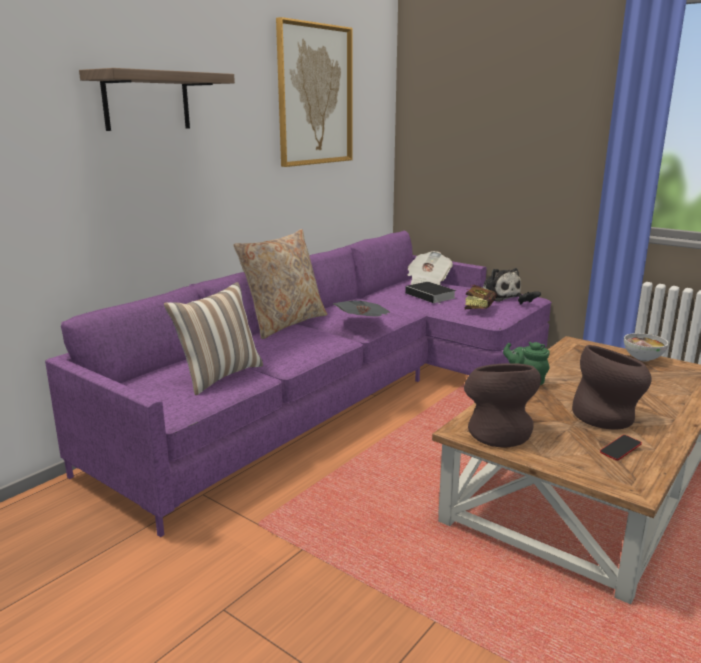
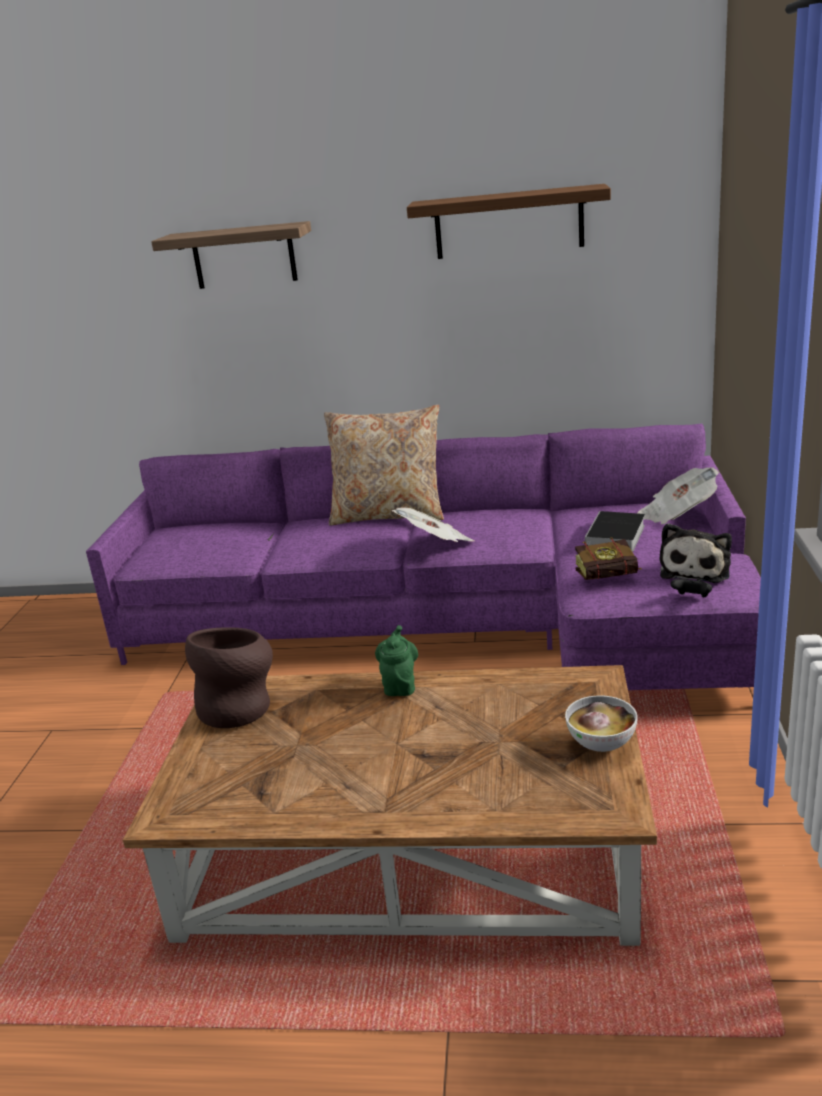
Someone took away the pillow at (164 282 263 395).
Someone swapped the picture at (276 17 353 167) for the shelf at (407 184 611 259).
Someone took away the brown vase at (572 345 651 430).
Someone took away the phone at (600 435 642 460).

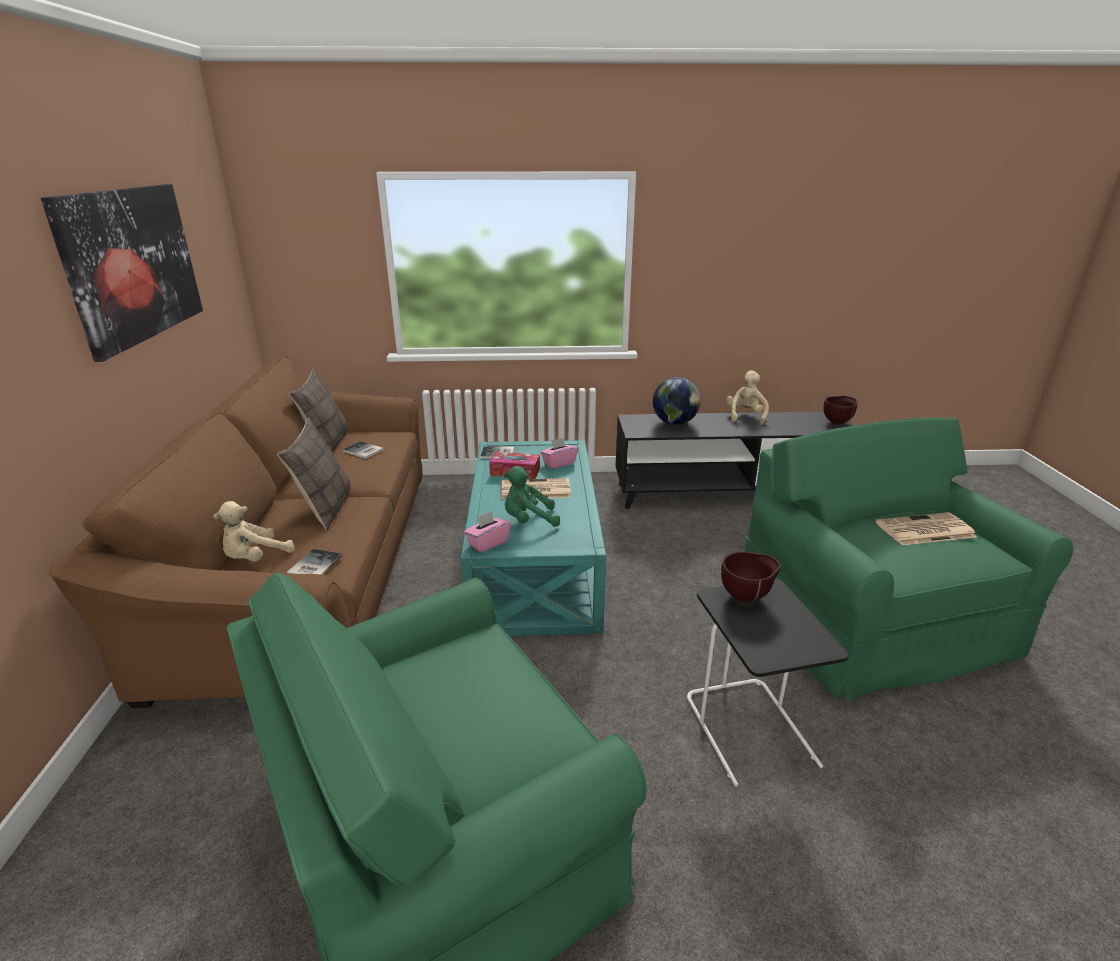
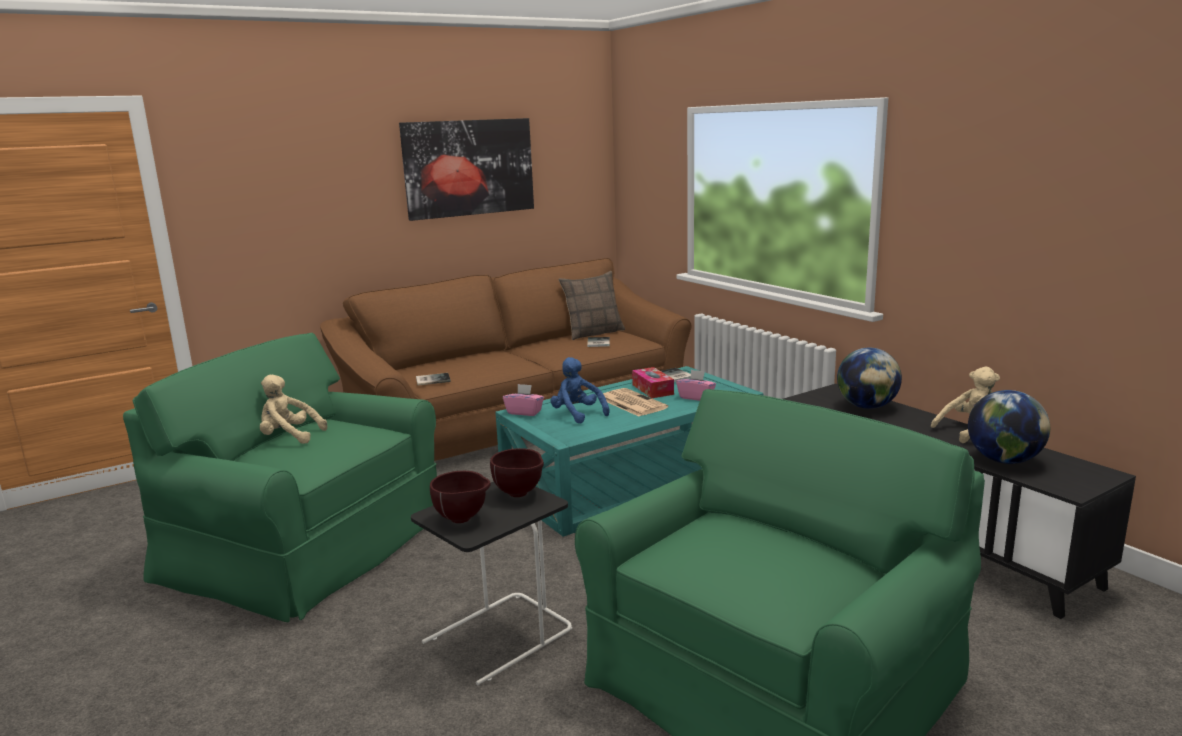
Someone carried the beige plush toy from (213 501 295 561) to (260 375 327 444).
Someone took away the pillow at (277 418 351 531).
Someone repainted the green plush toy at (503 466 560 527), which became the blue plush toy at (550 357 610 424).
Someone carried the brown bowl from (824 396 858 425) to (430 471 491 523).
Someone took away the newspaper at (876 512 977 545).
Someone put down the globe at (968 390 1050 464).

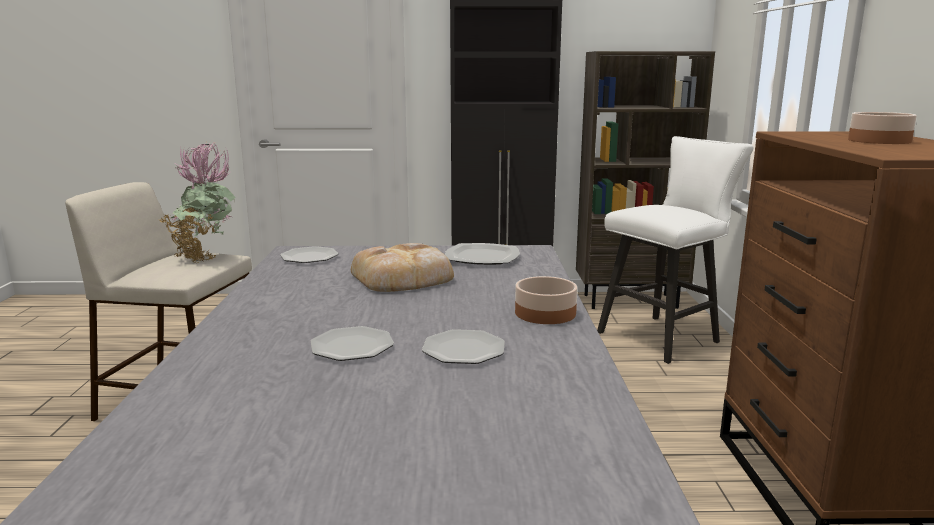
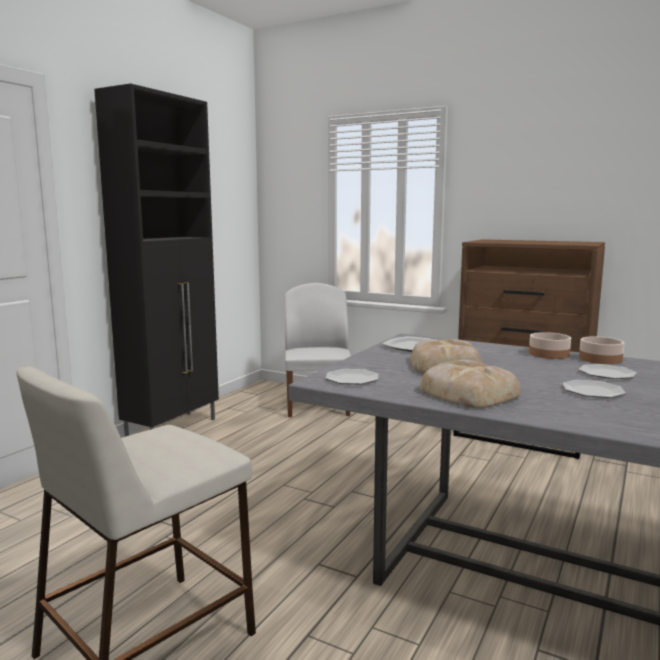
Someone took away the potted plant at (159 142 235 263).
Someone took away the brown bookcase at (576 51 715 309).
Someone swapped the white stool at (597 136 754 364) for the white chair at (285 283 351 417).
Someone carried the bowl from (848 112 917 144) to (579 336 624 364).
Someone put down the bread at (419 360 521 408).

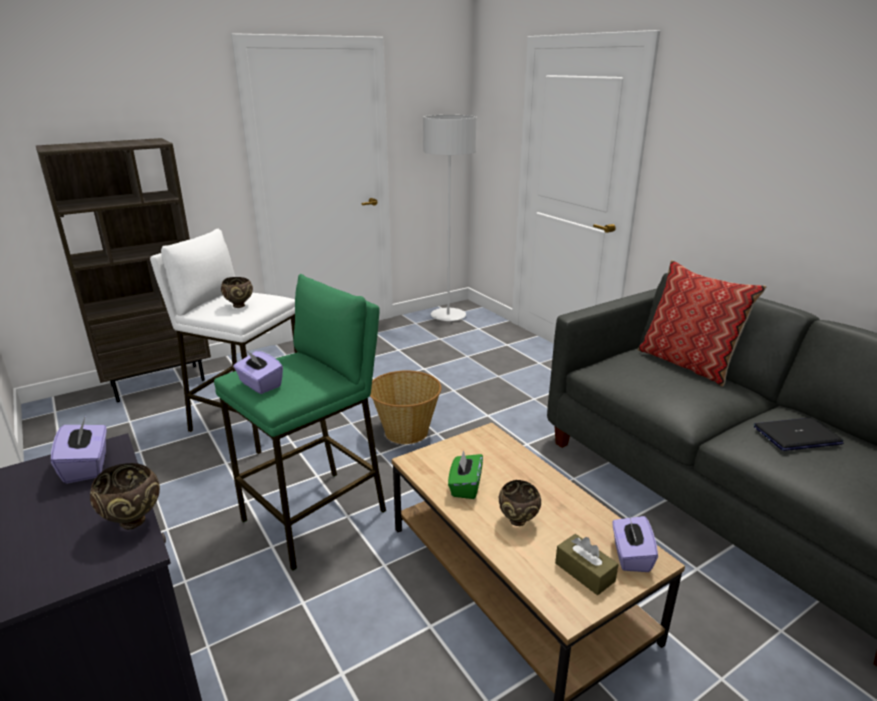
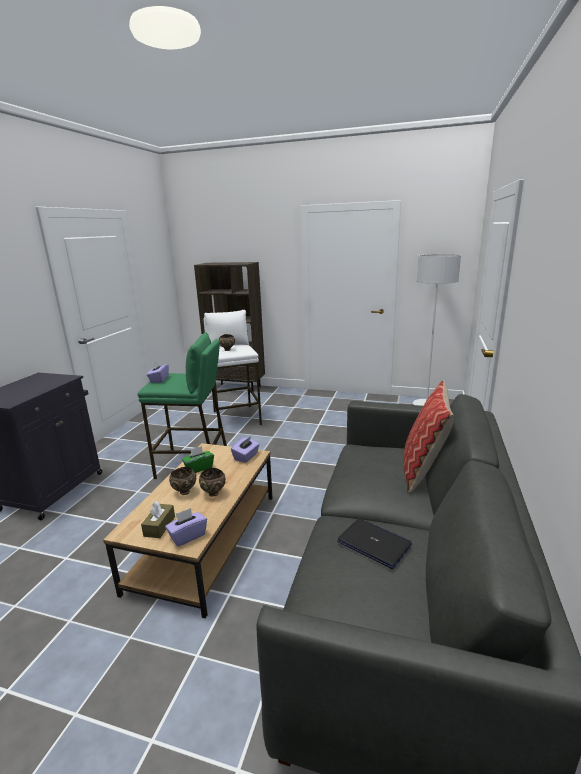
Someone carried the purple tissue box from (51 416 107 484) to (231 437 260 463).
Someone carried the brown bowl from (90 463 160 530) to (199 468 226 497).
Someone took away the basket at (370 371 441 444).

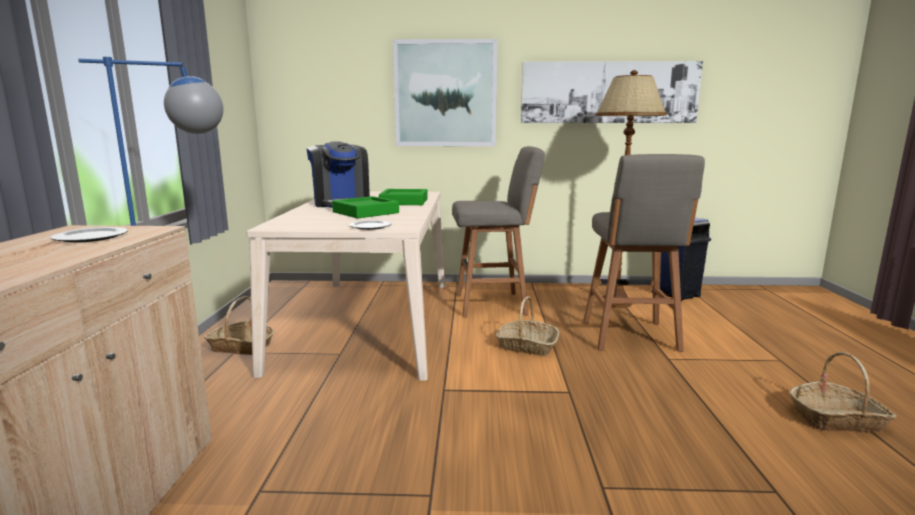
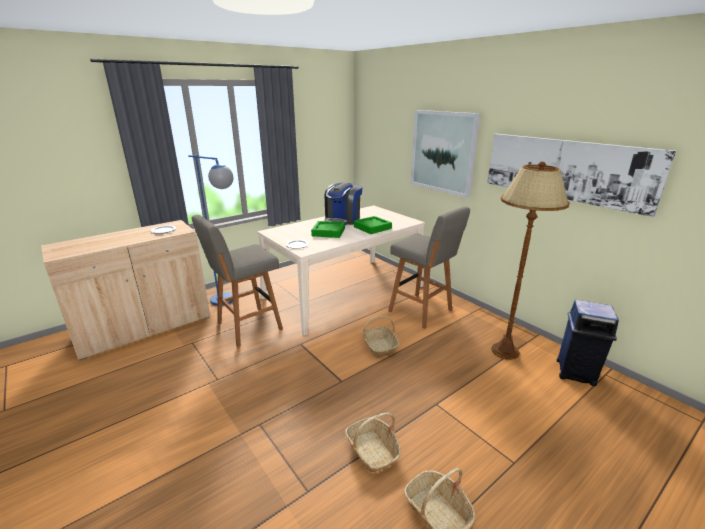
Someone carried the basket from (204 296 274 355) to (345 413 401 473).
Someone carried the grey stool from (583 154 705 352) to (192 215 283 347).

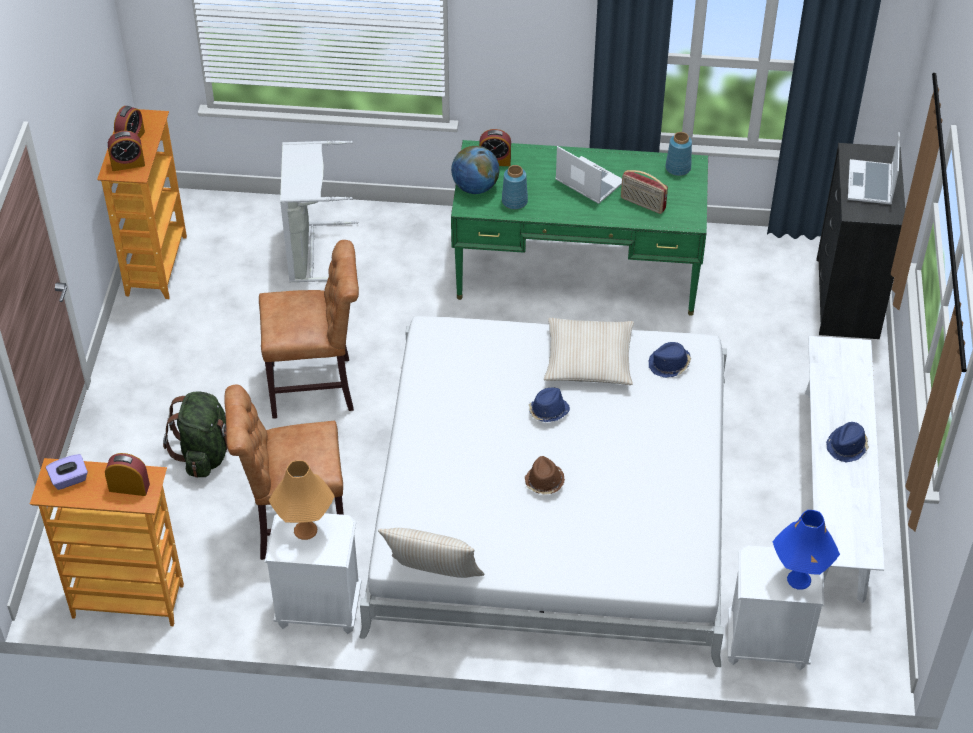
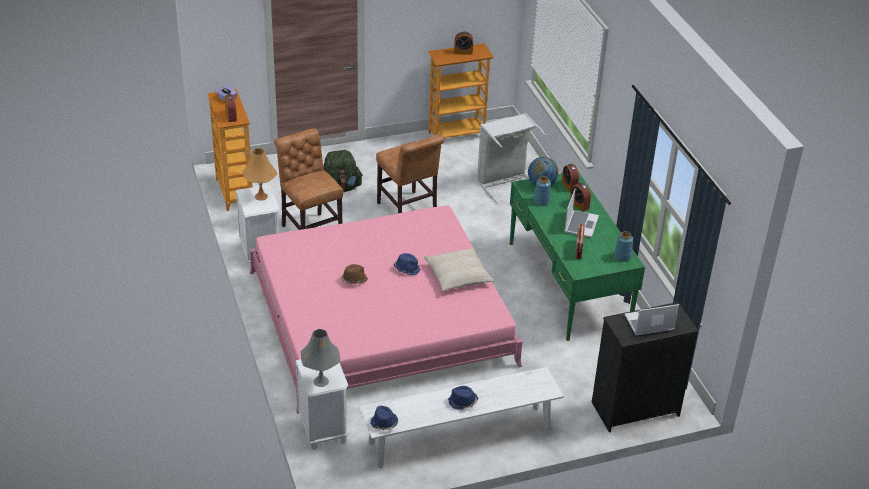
Someone carried the alarm clock from (108 131 145 171) to (570 183 591 212).
Someone repainted the white bed at (360 316 727 667), which became the pink bed at (250 206 522 414).
Someone took away the beige pillow at (378 528 485 578).
Someone carried the blue hat from (648 342 691 378) to (370 406 398 430).
Someone repainted the blue table lamp at (773 510 840 590), which became the grey table lamp at (301 329 340 387).

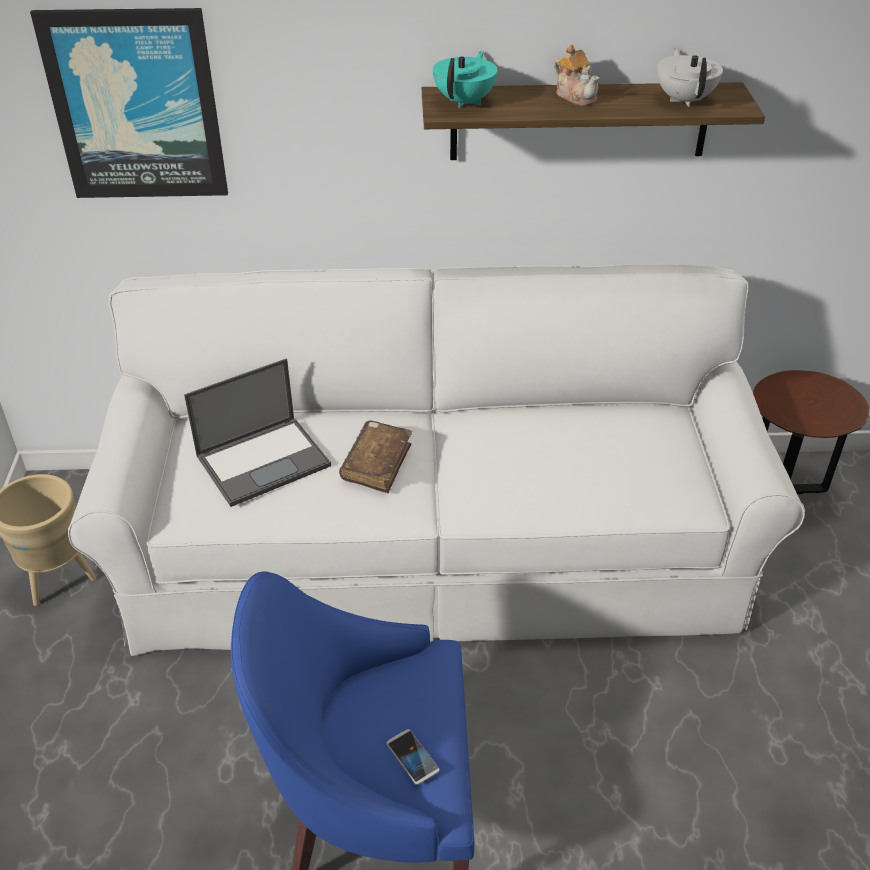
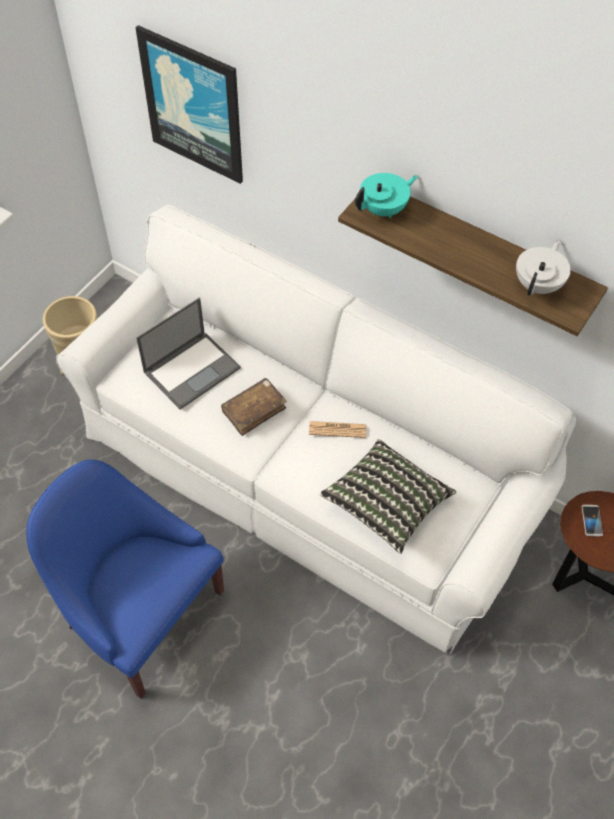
Someone rotated the laptop at (184 358 331 507) by 45 degrees counterclockwise.
Someone carried the phone from (386 729 440 785) to (582 505 603 536).
Someone took away the teapot at (554 45 600 106).
Someone put down the newspaper at (309 421 366 438).
Someone put down the pillow at (319 439 456 554).

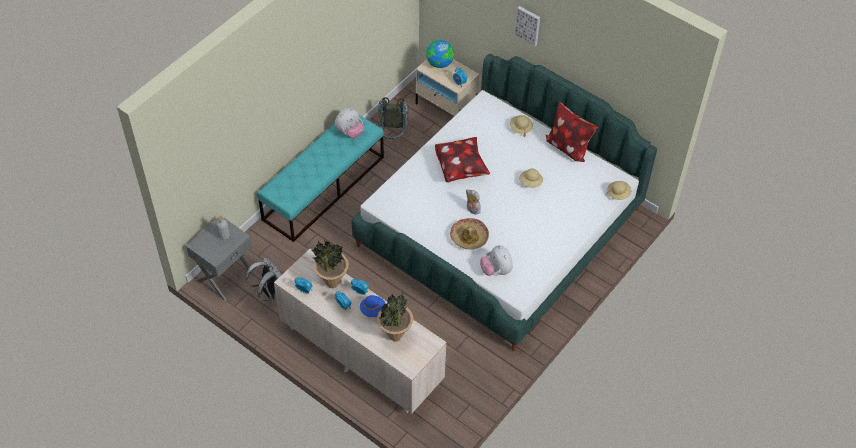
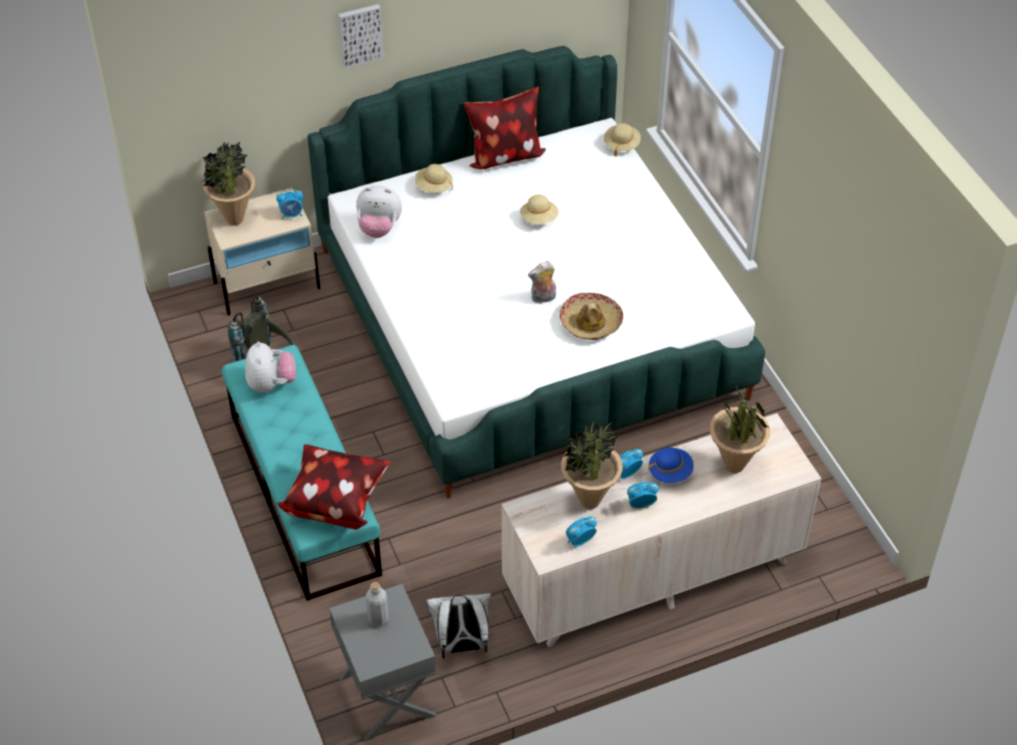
Someone swapped the globe at (426 40 454 68) for the potted plant at (203 141 255 226).
Someone carried the pillow from (435 137 490 182) to (276 444 390 530).
Someone carried the plush toy from (480 245 513 276) to (356 186 402 238).

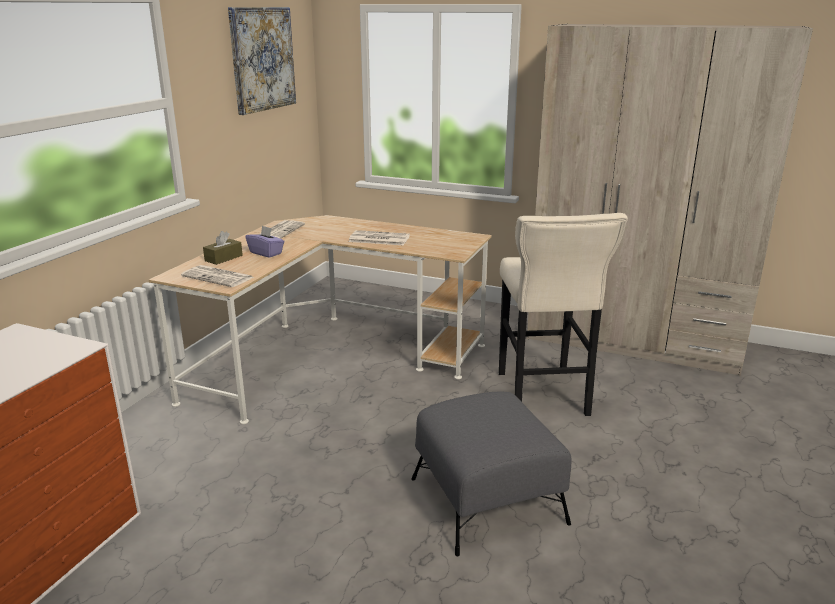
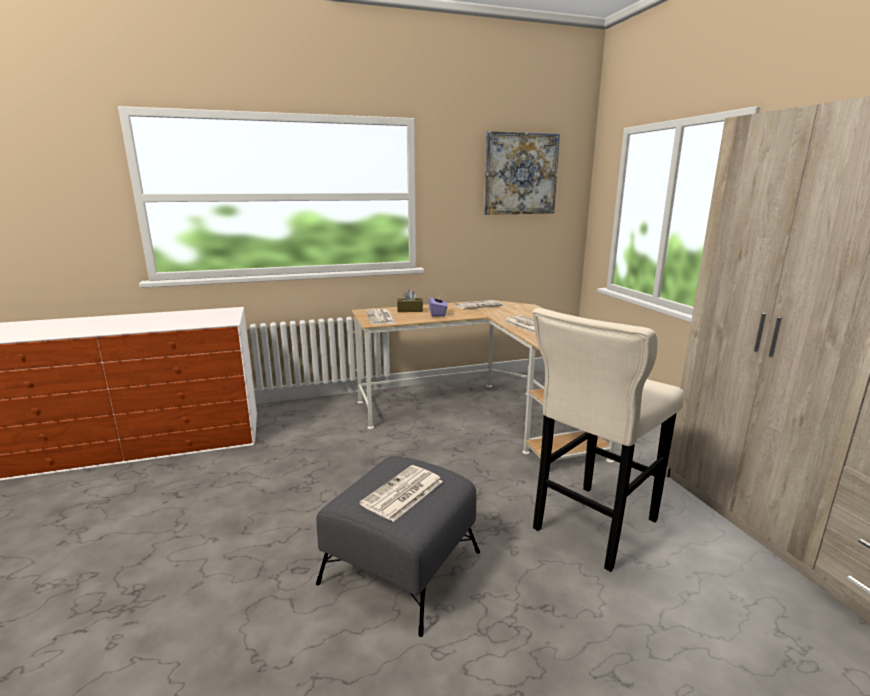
Someone put down the newspaper at (359 465 443 522).

